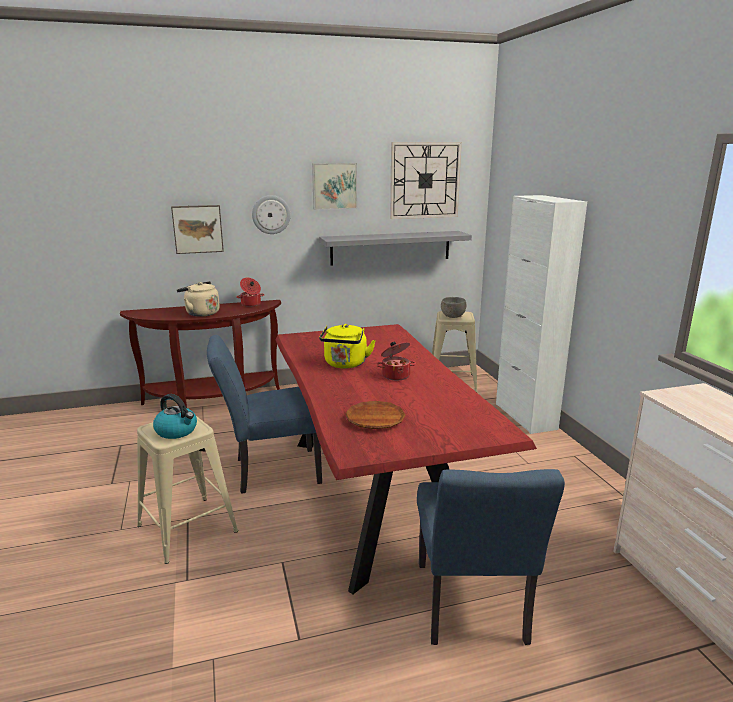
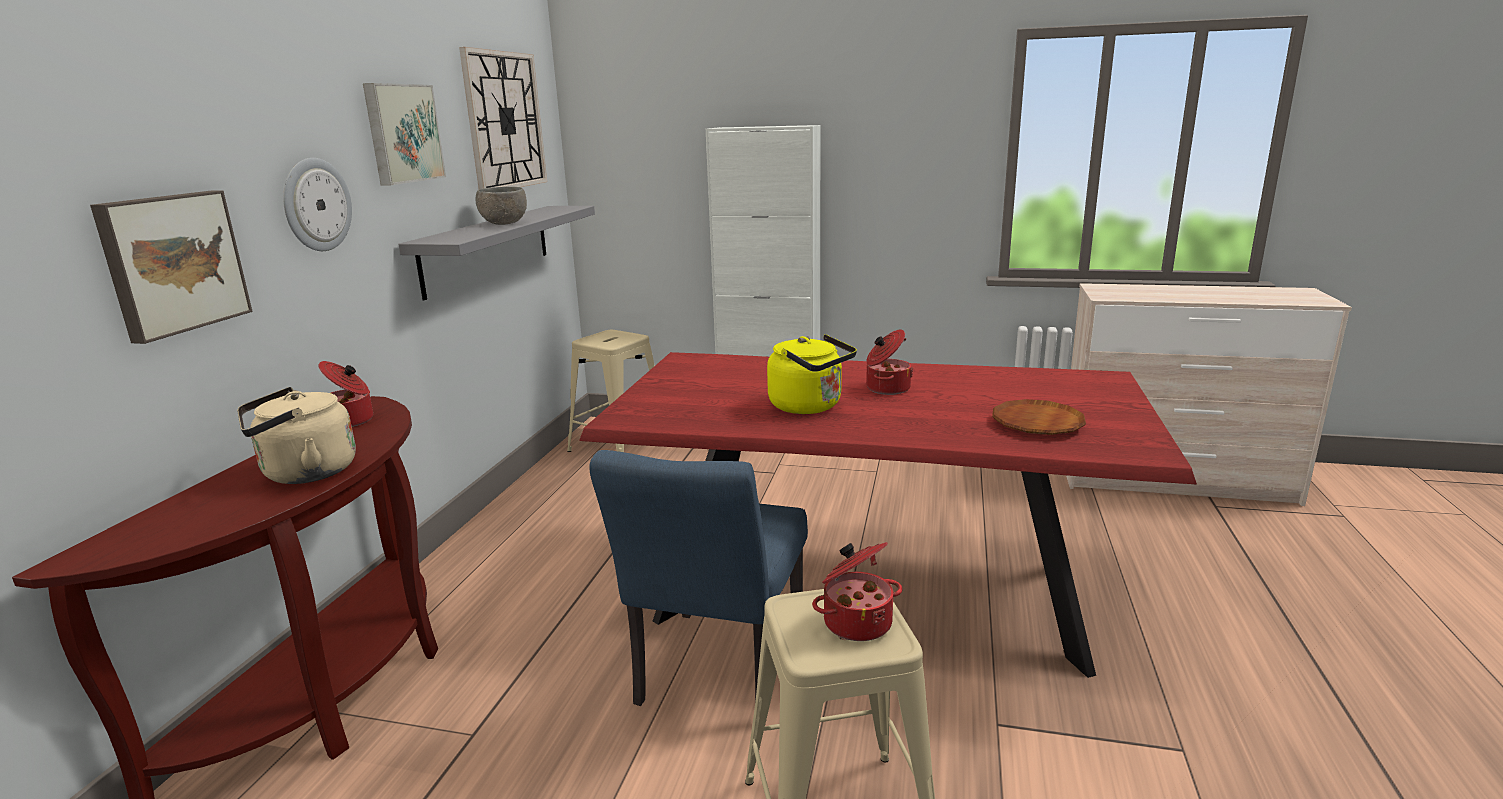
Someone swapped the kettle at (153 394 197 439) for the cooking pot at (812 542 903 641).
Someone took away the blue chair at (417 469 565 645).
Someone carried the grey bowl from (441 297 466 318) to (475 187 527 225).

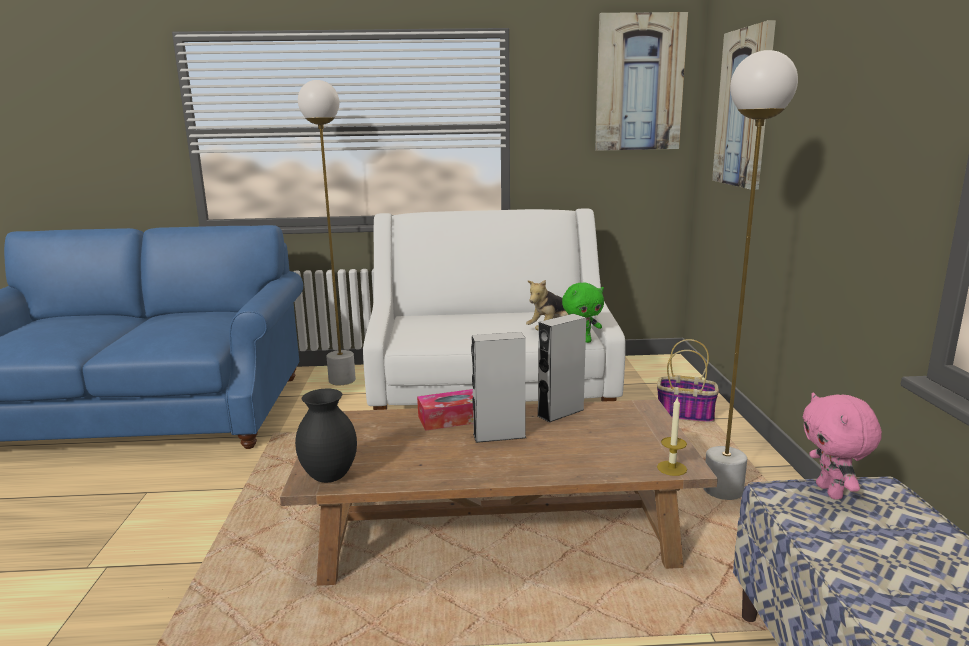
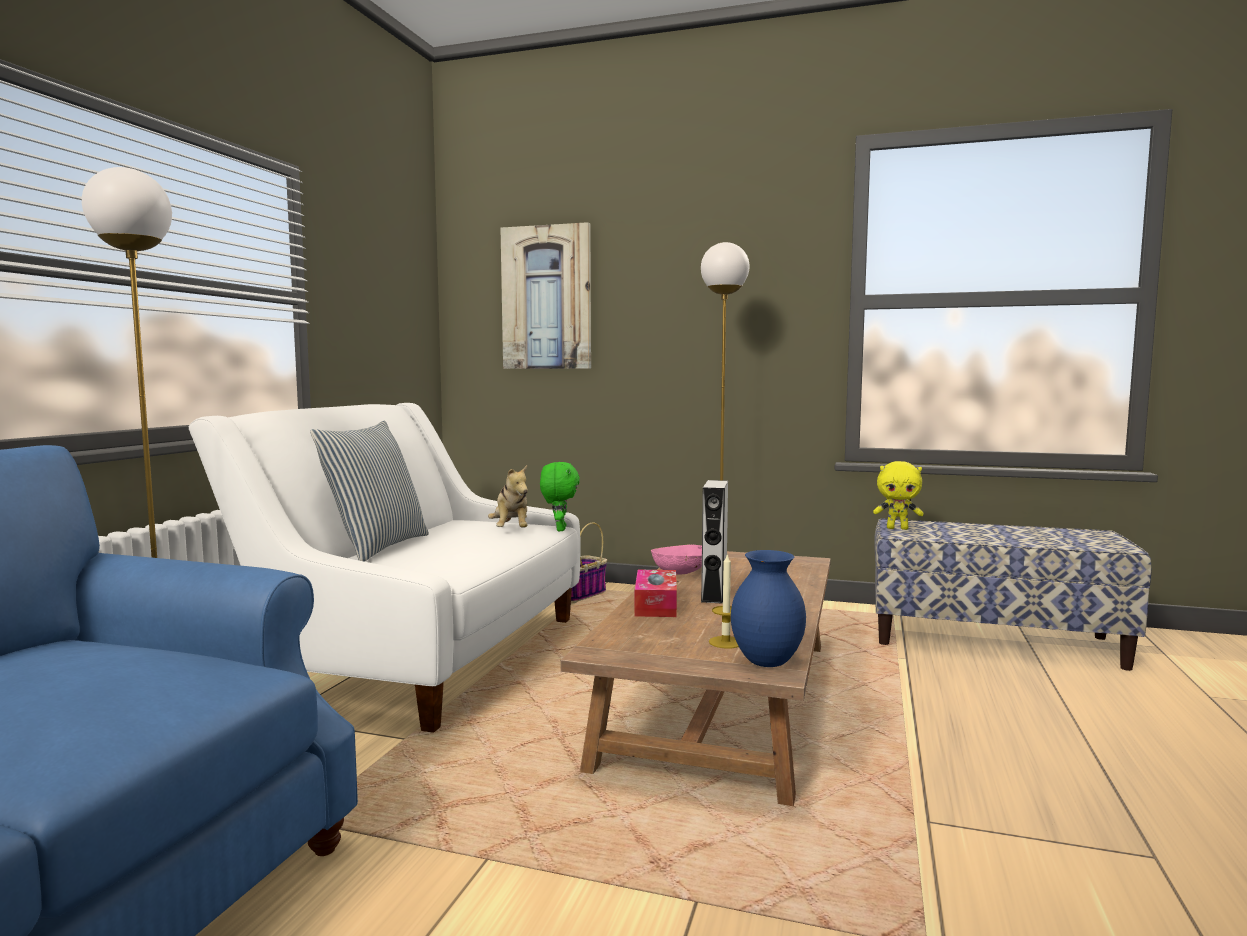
Someone repainted the black vase at (295 389 357 483), which became the blue vase at (731 550 806 667).
Someone swapped the grey speaker at (538 314 586 422) for the pink bowl at (651 544 702 574).
Someone took away the picture at (595 12 688 151).
Someone carried the candle from (657 396 687 476) to (709 553 739 648).
Someone repainted the pink plush toy at (803 392 882 499), which became the yellow plush toy at (873 461 924 530).
Someone put down the pillow at (310 420 429 562).

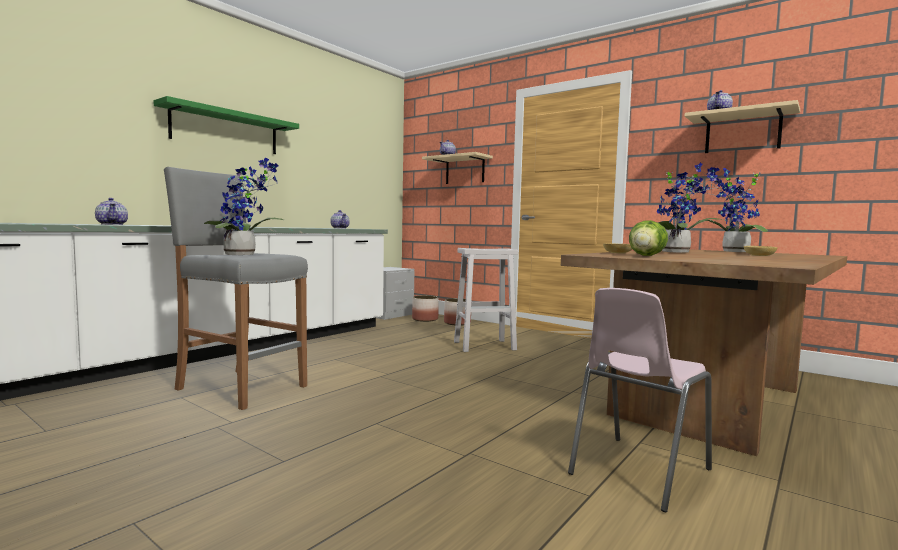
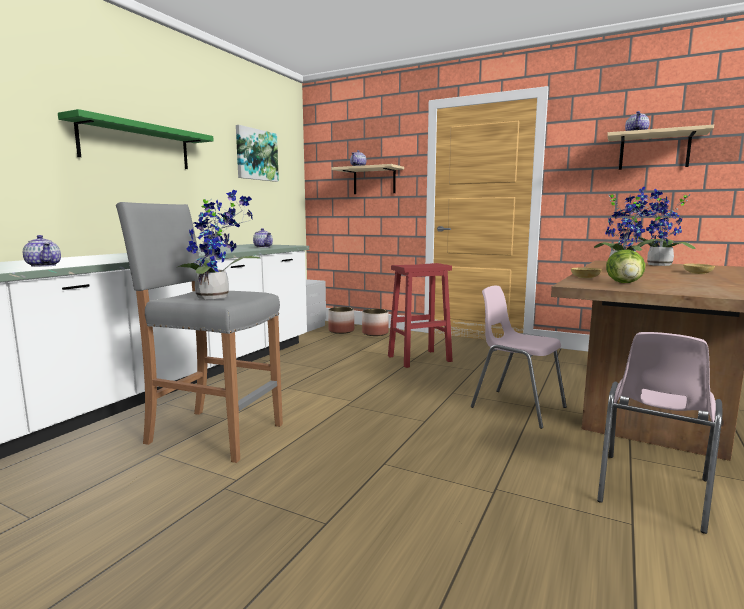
Someone repainted the white stool at (454 248 518 352), which became the red stool at (388 263 453 368).
Someone put up the picture at (236 125 279 182).
Someone put down the pink chair at (471 286 567 429).

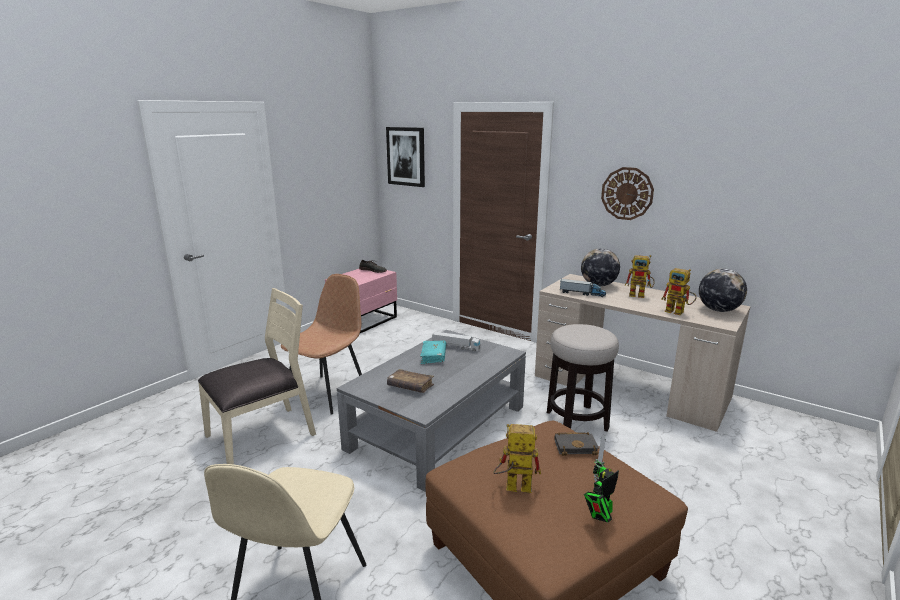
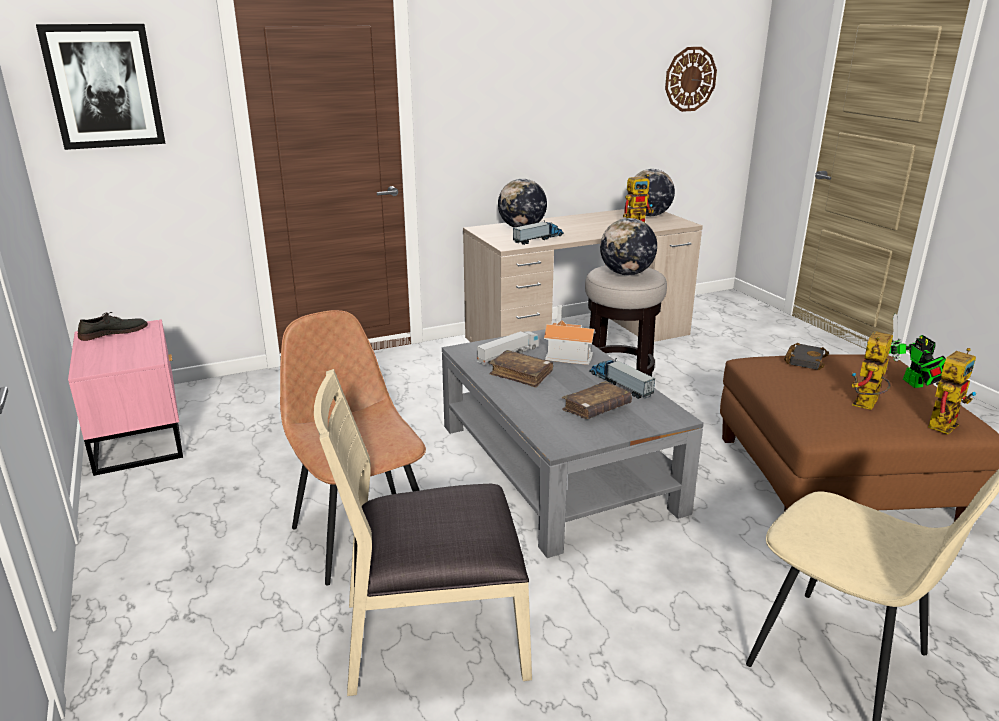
Someone rotated the beige chair at (198 288 316 464) by 90 degrees counterclockwise.
Someone repainted the turquoise book at (420 340 446 364), which became the brown book at (489 350 553 388).
Someone carried the wall clock from (601 167 654 220) to (665 47 717 112).
Someone carried the toy robot from (625 255 655 298) to (928 348 976 434).
Someone put down the toy house at (544 305 596 365).
Someone put down the toy truck at (589 358 656 399).
Someone put down the globe at (600 218 657 275).

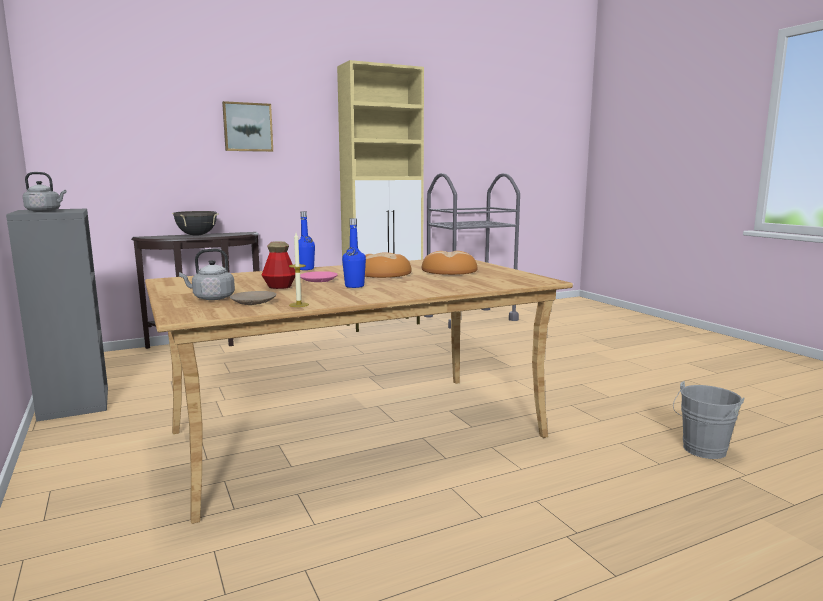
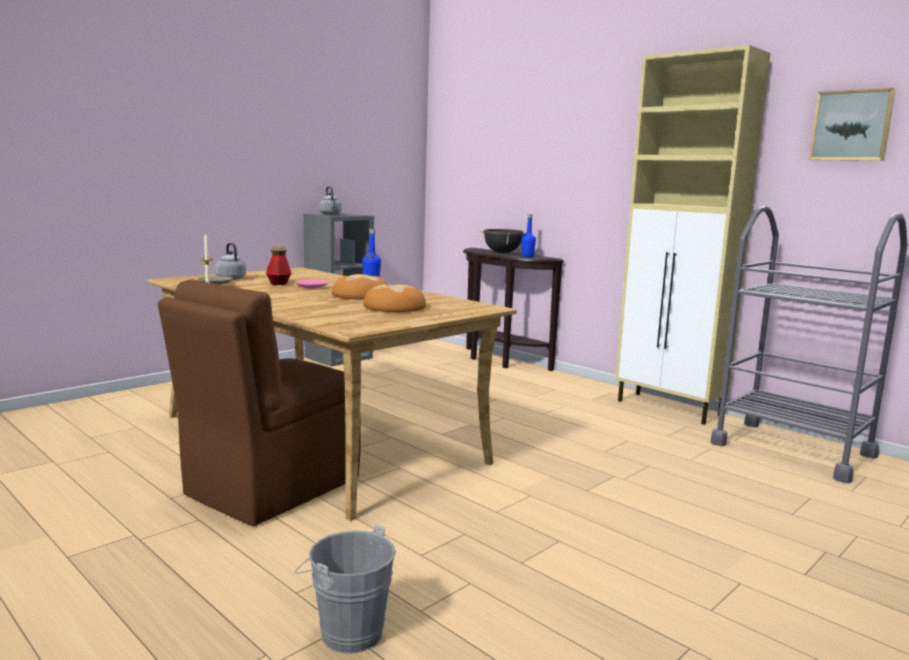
Someone carried the picture from (222 101 273 152) to (809 88 896 161).
Someone carried the blue bottle from (342 218 366 288) to (522 214 536 257).
Someone put down the brown chair at (158 279 361 526).

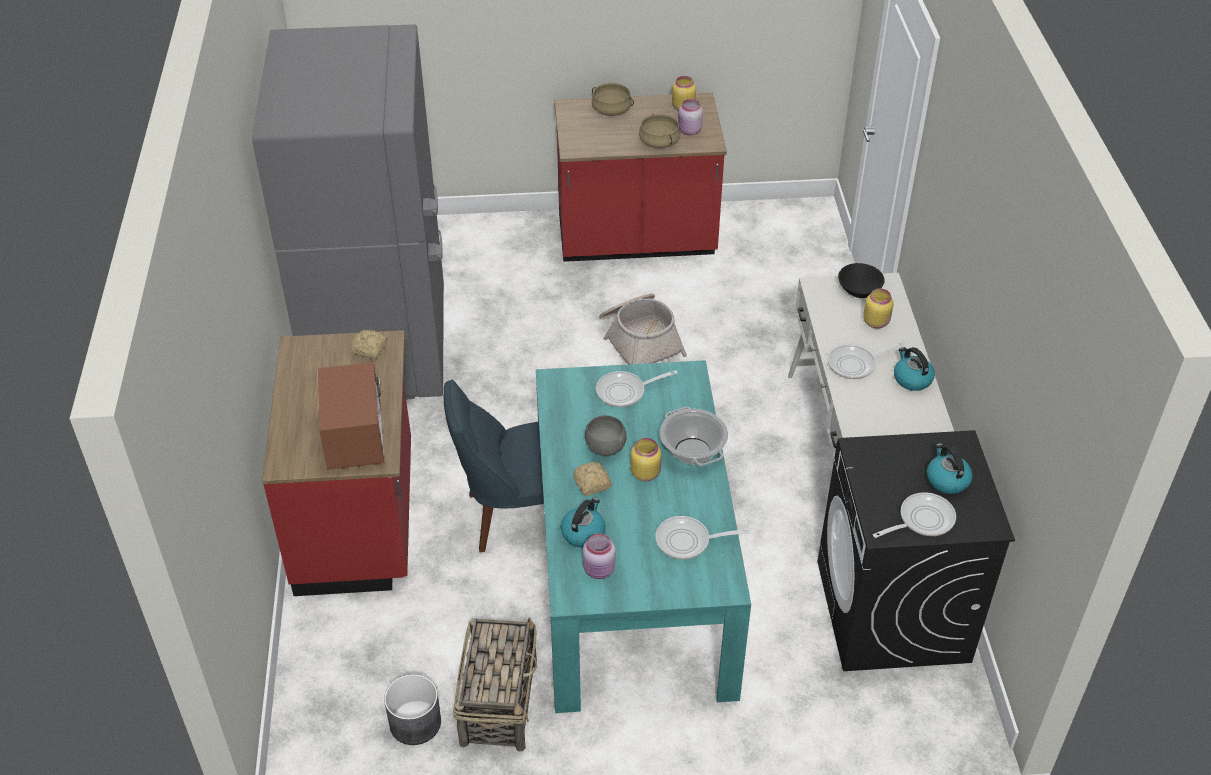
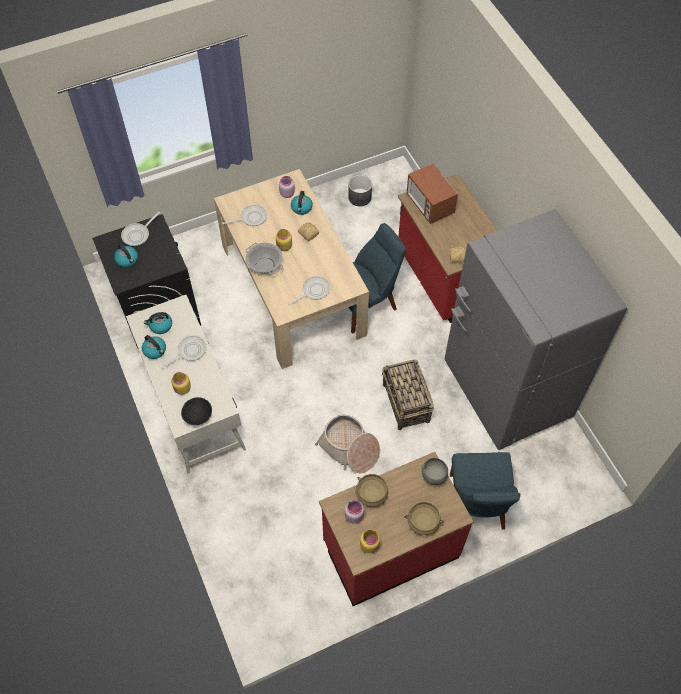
Someone carried the basket from (453 617 537 751) to (382 360 434 430).
Someone repainted the turquoise dining table at (536 360 751 713), which became the beige dining table at (214 169 369 369).
Someone carried the grey bowl from (585 415 627 456) to (421 458 448 485).
Someone put down the kettle at (144 312 172 334).
Someone put down the blue chair at (450 452 520 530).

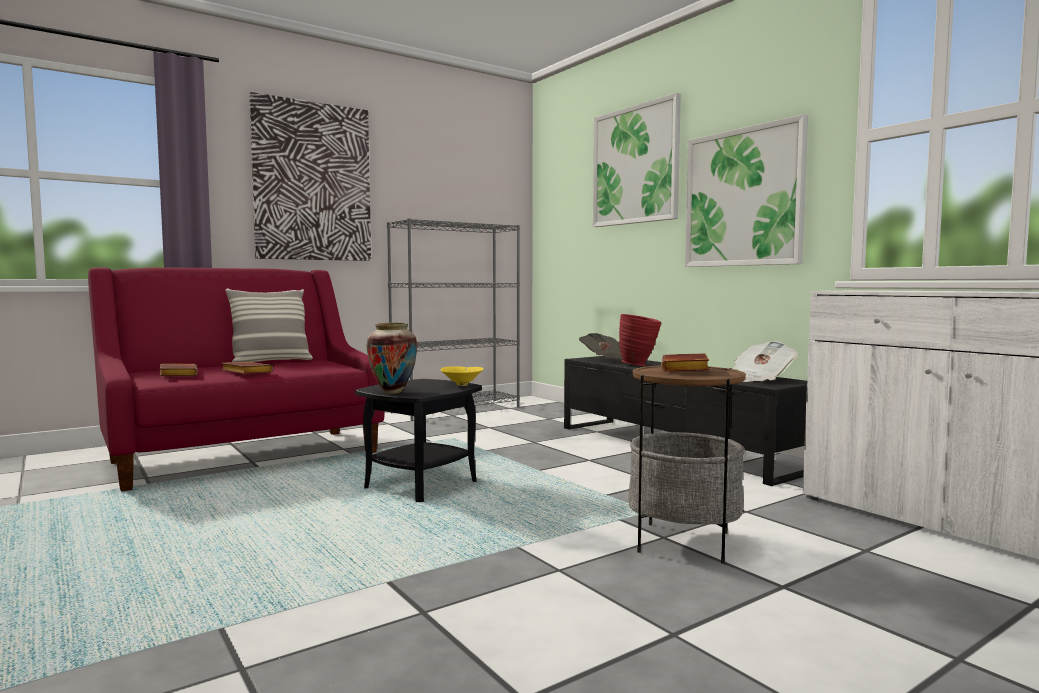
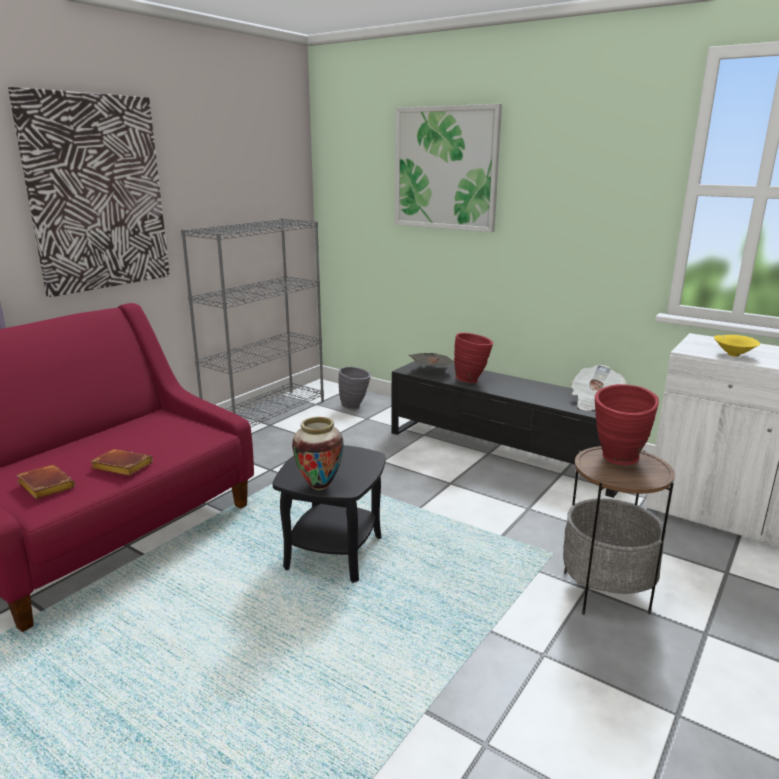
Someone took away the pillow at (225 288 313 362).
Someone carried the yellow bowl from (440 366 484 386) to (714 335 760 357).
Someone swapped the brown book at (661 353 709 371) for the red vase at (595 384 659 465).
Someone took away the picture at (685 114 808 267).
Someone put down the grey vase at (338 367 371 410).

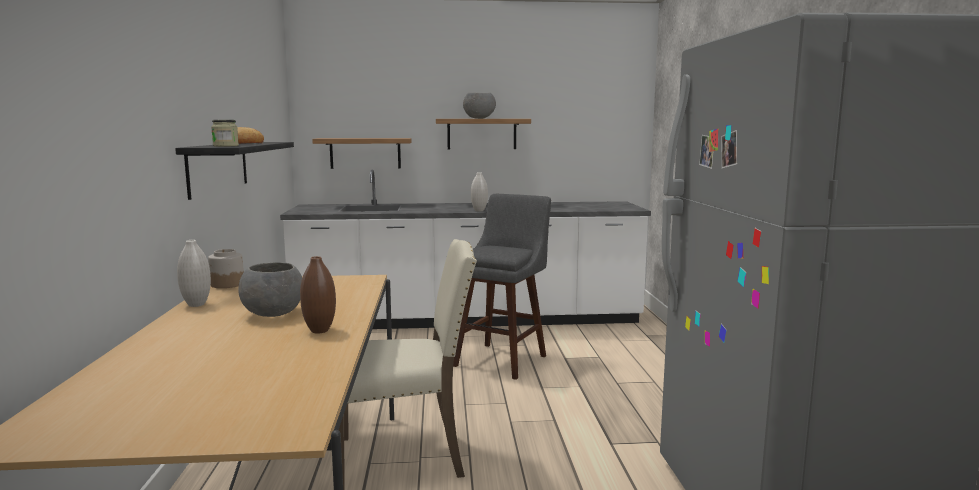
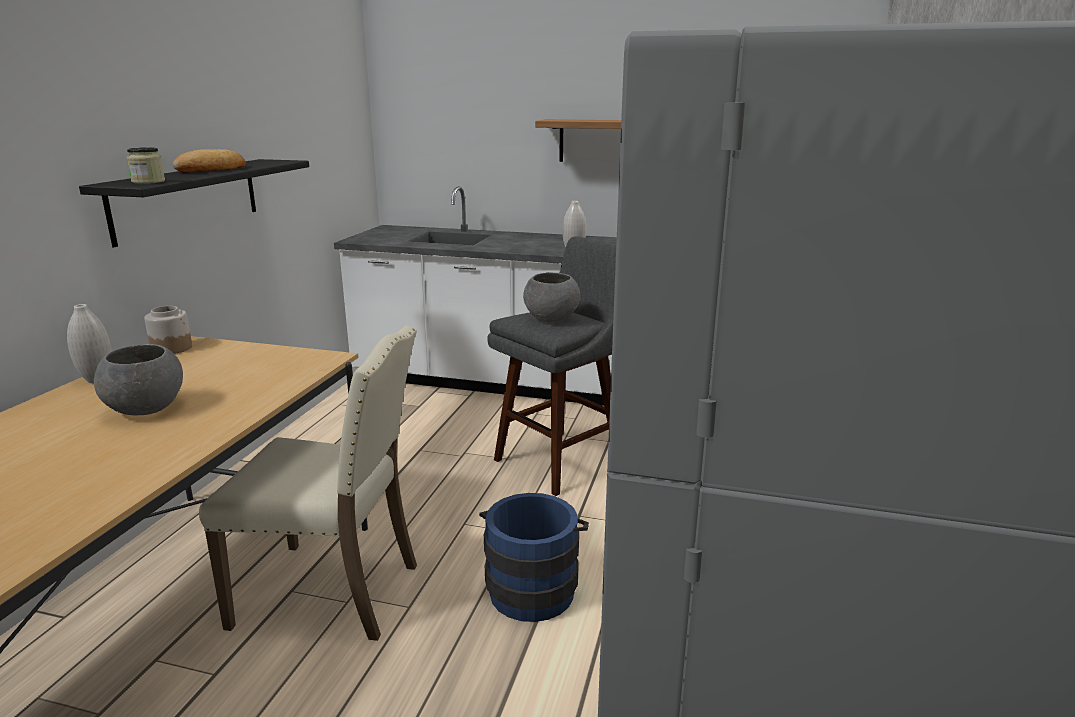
Someone took away the brown vase at (300 256 336 333).
Someone took away the shelf at (312 138 411 169).
Someone carried the grey bowl from (463 93 496 119) to (523 273 581 322).
Someone put down the blue bucket at (479 493 589 622).

